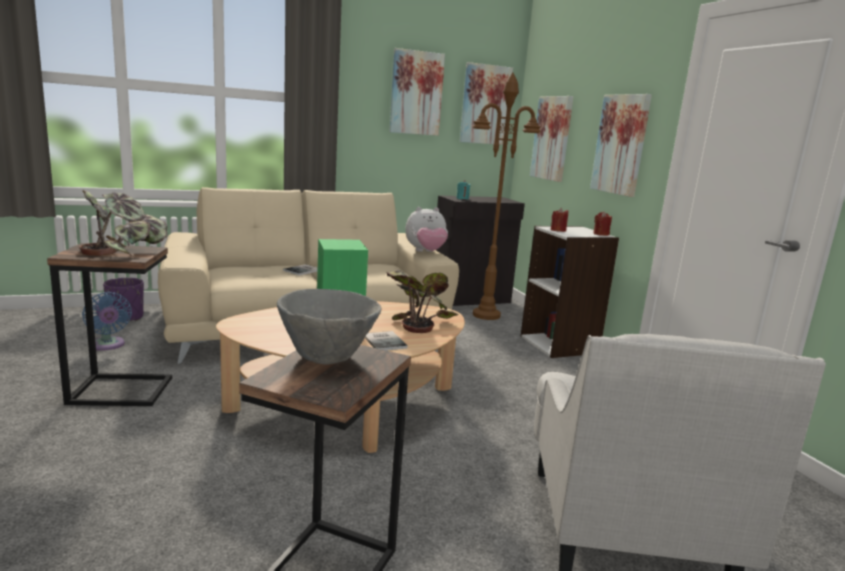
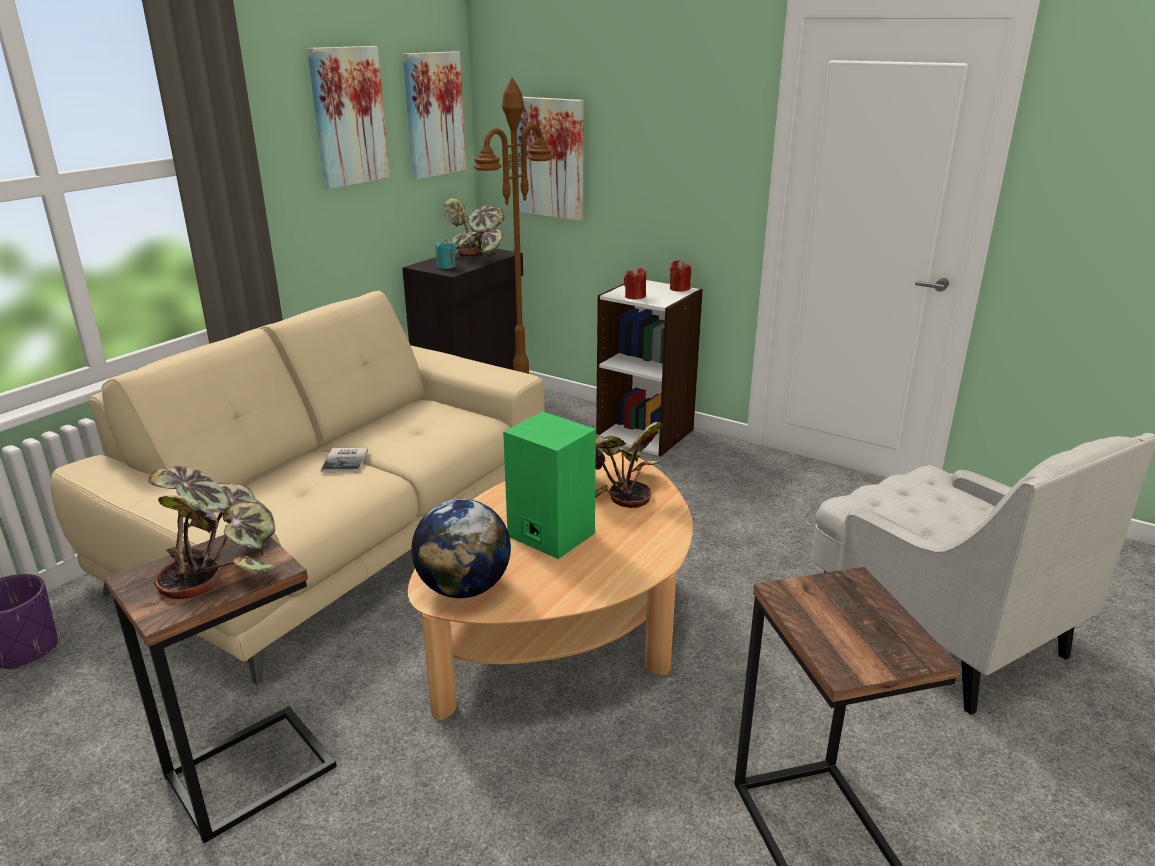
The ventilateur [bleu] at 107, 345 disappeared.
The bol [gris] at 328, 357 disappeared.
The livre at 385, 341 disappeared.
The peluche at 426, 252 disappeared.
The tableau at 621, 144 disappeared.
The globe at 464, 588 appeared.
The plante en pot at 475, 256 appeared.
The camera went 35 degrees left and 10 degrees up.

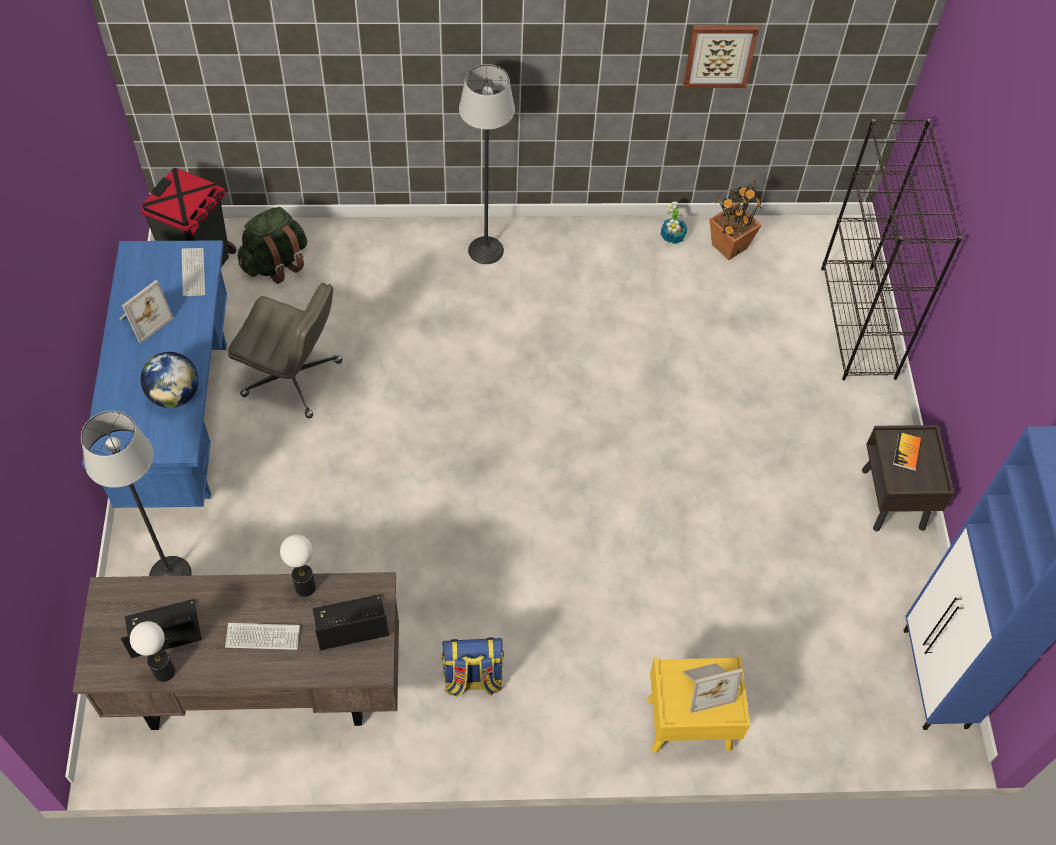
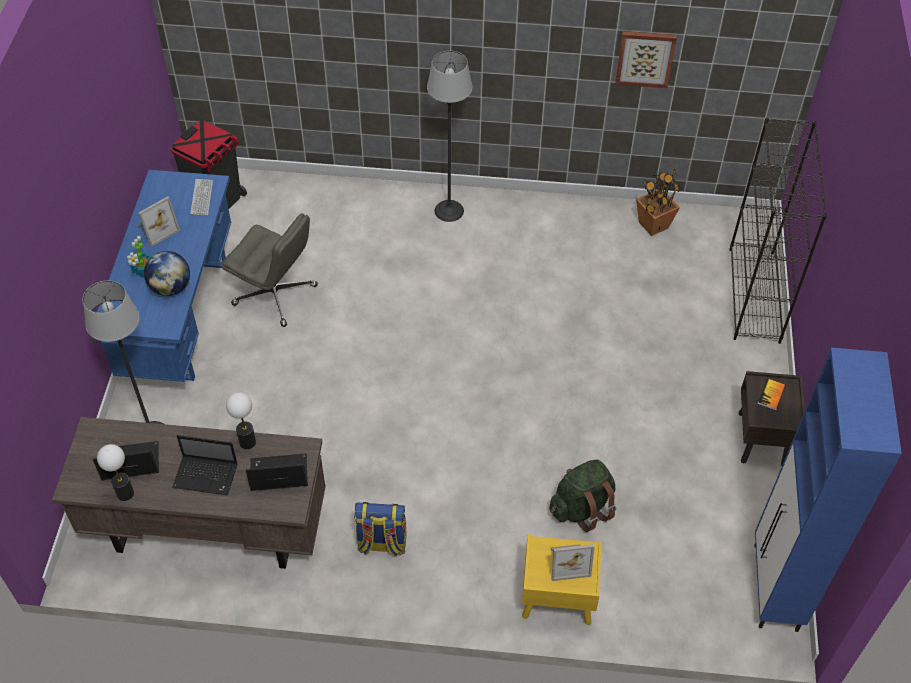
The clavier at 262, 637 was replaced by the ordinateur portable at 207, 476.
The sac à dos [vert] moved from 276, 263 to 582, 508.
The plante en pot moved from 672, 236 to 143, 270.
The camera went 10 degrees right and 5 degrees down.

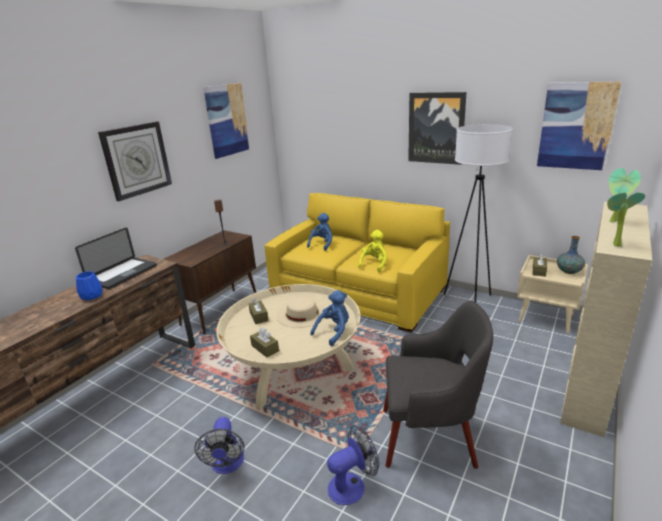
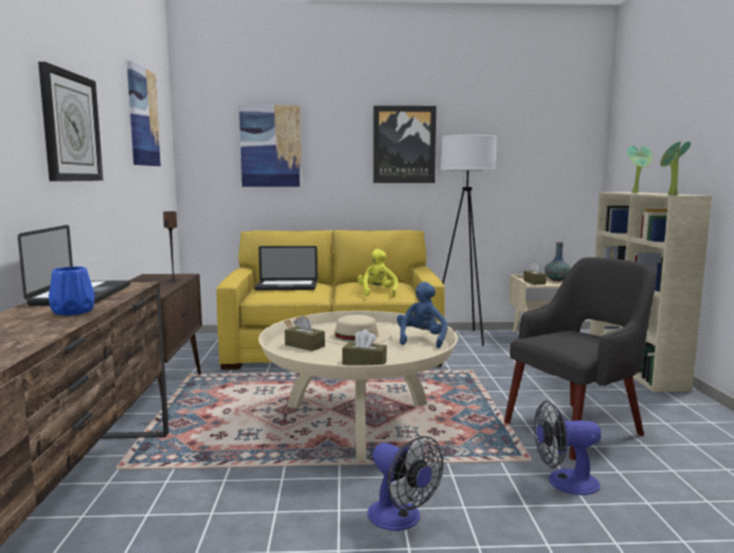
The peluche [bleu] at 322, 244 was replaced by the ordinateur portable at 286, 286.
The ventilateur at 352, 485 turned 120 degrees counterclockwise.
The tableau moved from 576, 126 to 270, 146.
The camera went 35 degrees left and 15 degrees down.

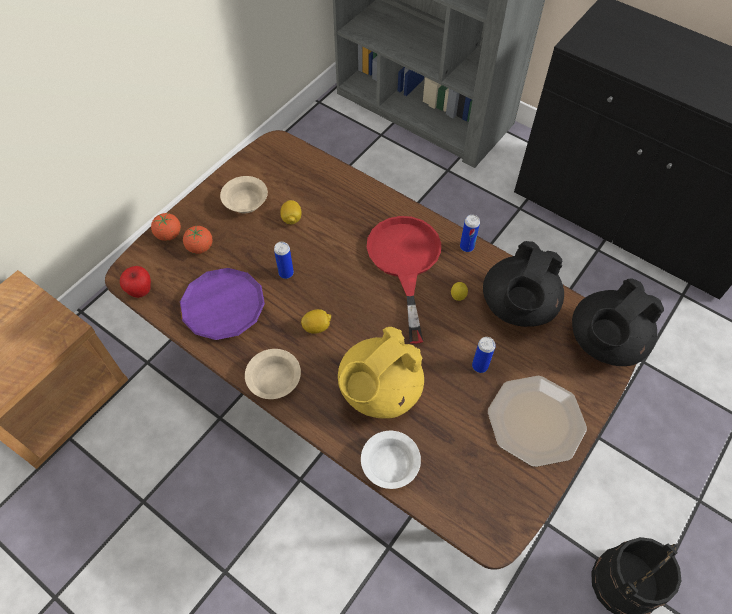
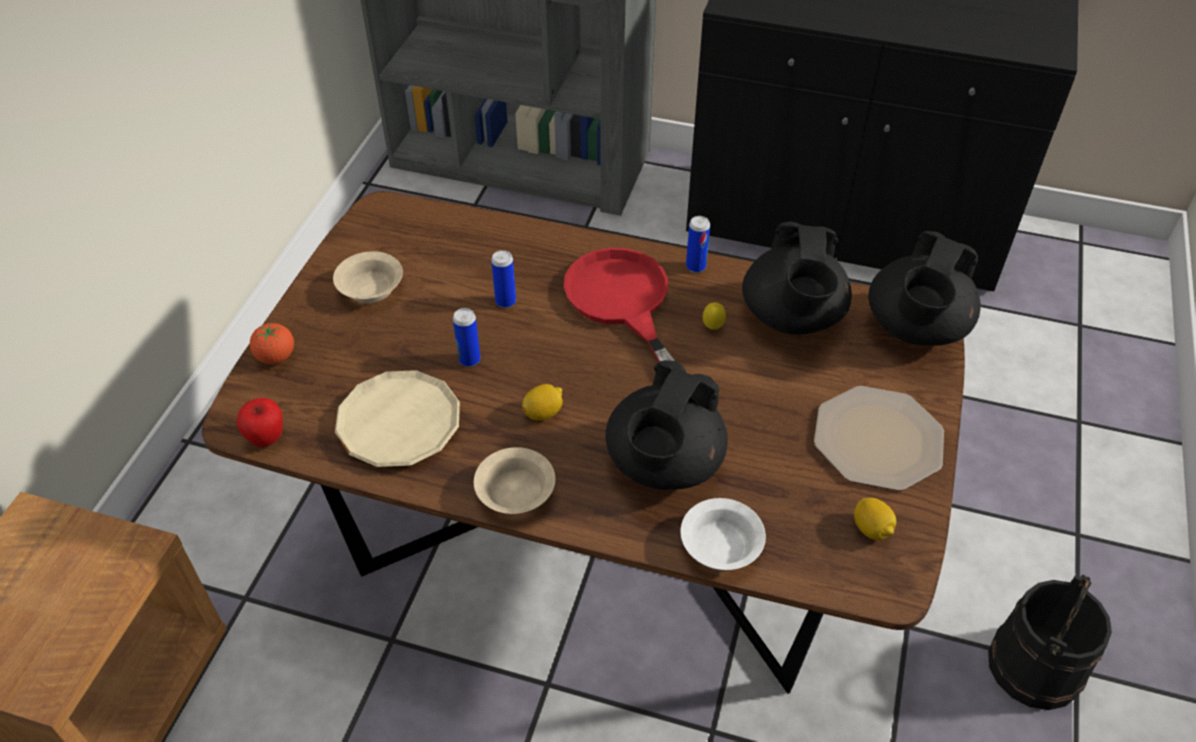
The assiette [violet] at 223, 306 became the assiette [beige] at 399, 424.
The tomate at 200, 247 disappeared.
The citron moved from 291, 219 to 871, 529.
The théière [jaune] at 379, 390 became the théière [noir] at 663, 464.
The boîte métallique moved from 480, 366 to 505, 301.
The camera went 20 degrees left and 10 degrees down.

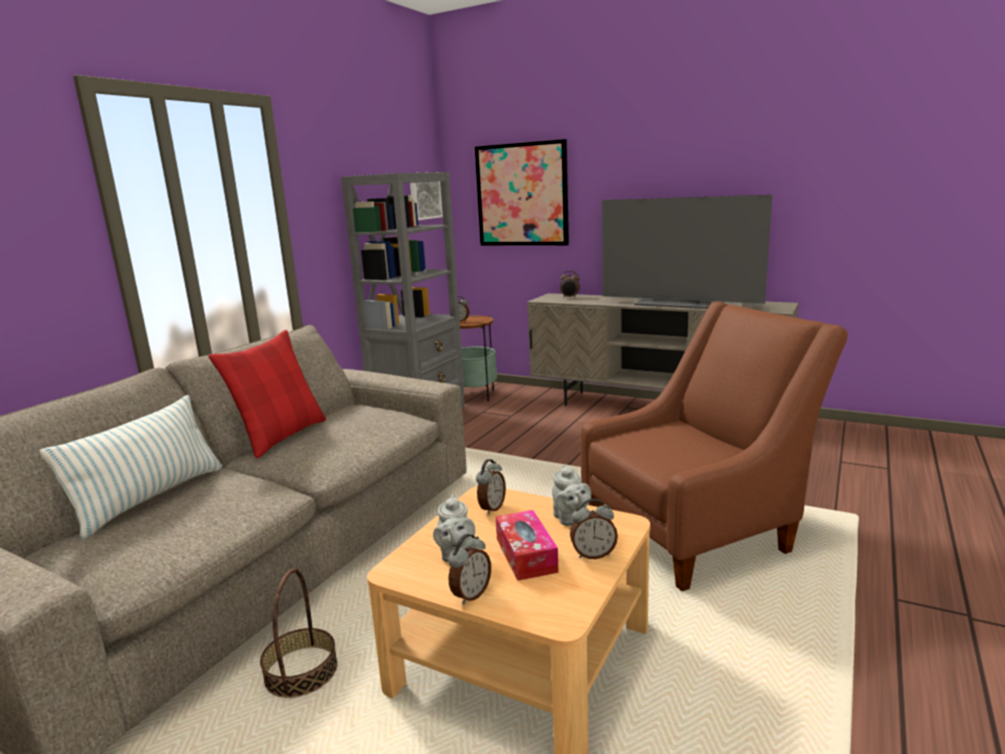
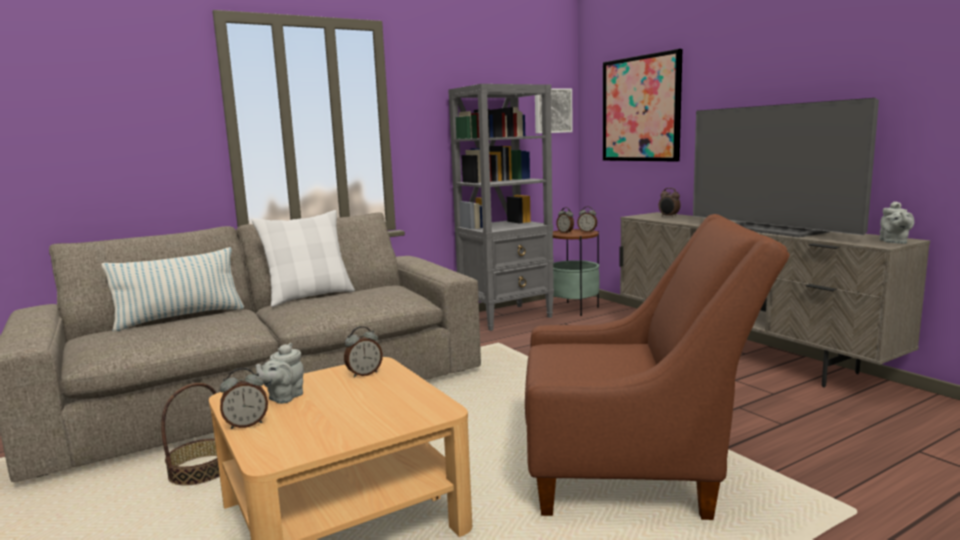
The coussin [rouge] at 281, 436 became the coussin [blanc] at 309, 296.
The boîte à mouchoirs at 526, 555 disappeared.
The théière [gris] moved from 571, 520 to 894, 242.
The réveil moved from 593, 554 to 587, 231.
The camera went 30 degrees right and 5 degrees down.

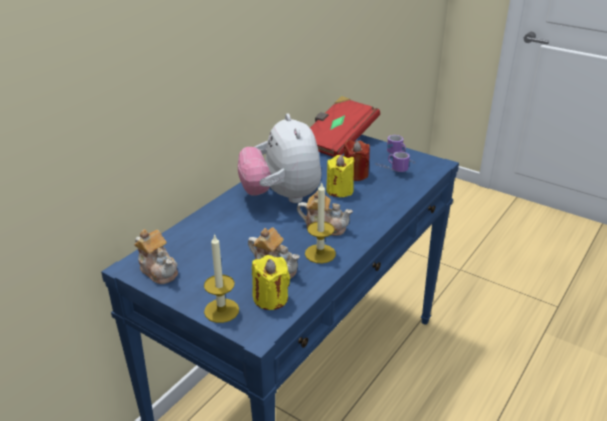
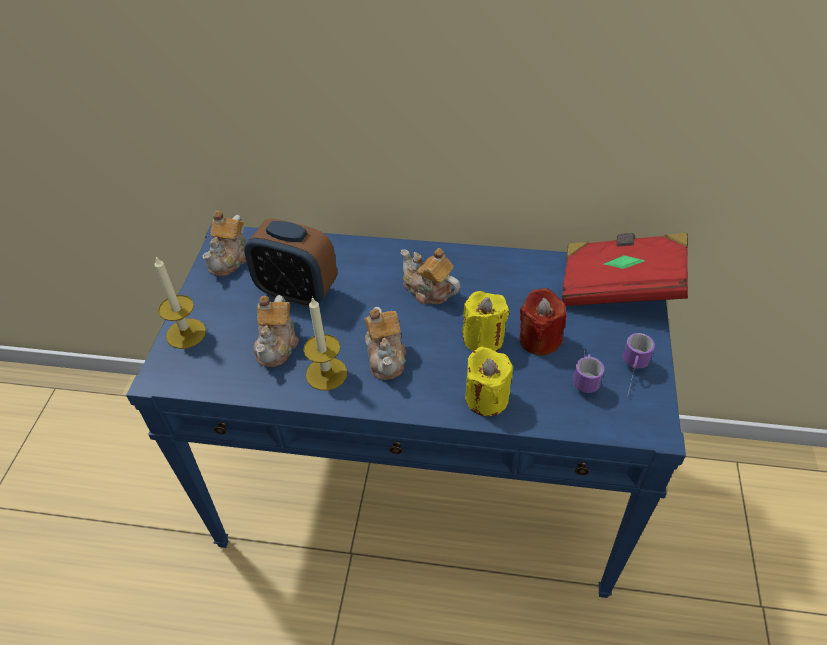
The peluche at 281, 197 was replaced by the théière at 428, 290.
The bougie [jaune] moved from 270, 298 to 486, 398.
The réveil at 297, 292 appeared.
The camera went 65 degrees right and 15 degrees up.

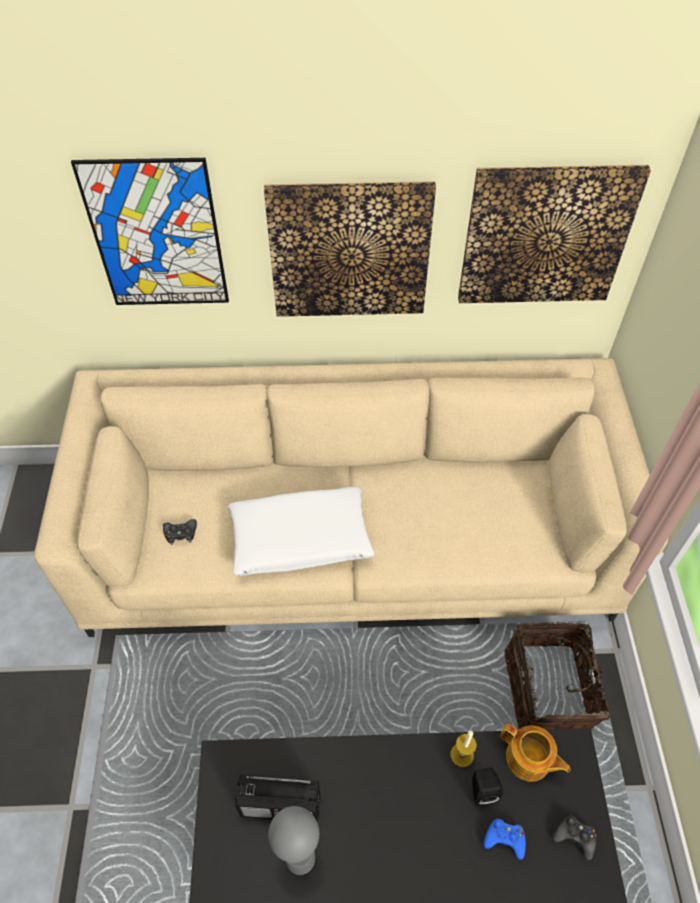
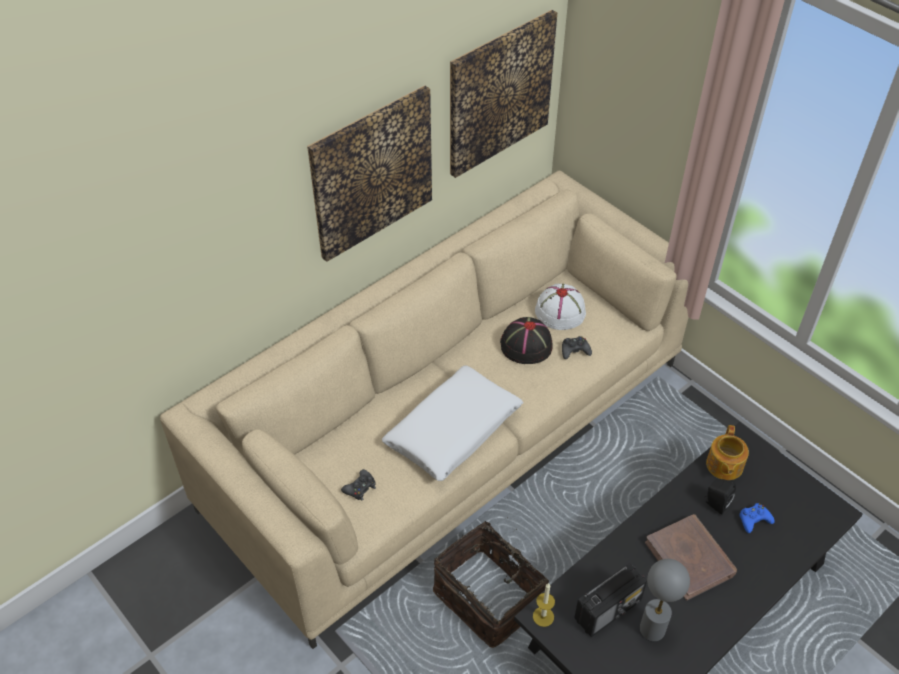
The tableau at 157, 236 disappeared.
The bougie moved from 462, 755 to 543, 616.
The théière at 529, 759 turned 105 degrees clockwise.
The panier moved from 550, 690 to 489, 596.
The manette [noir] moved from 575, 837 to 575, 350.
The chapeau [noir] at 526, 345 appeared.
The chapeau [blanc] at 560, 311 appeared.
The livre [marron] at 690, 558 appeared.
The camera went 40 degrees left and 5 degrees down.

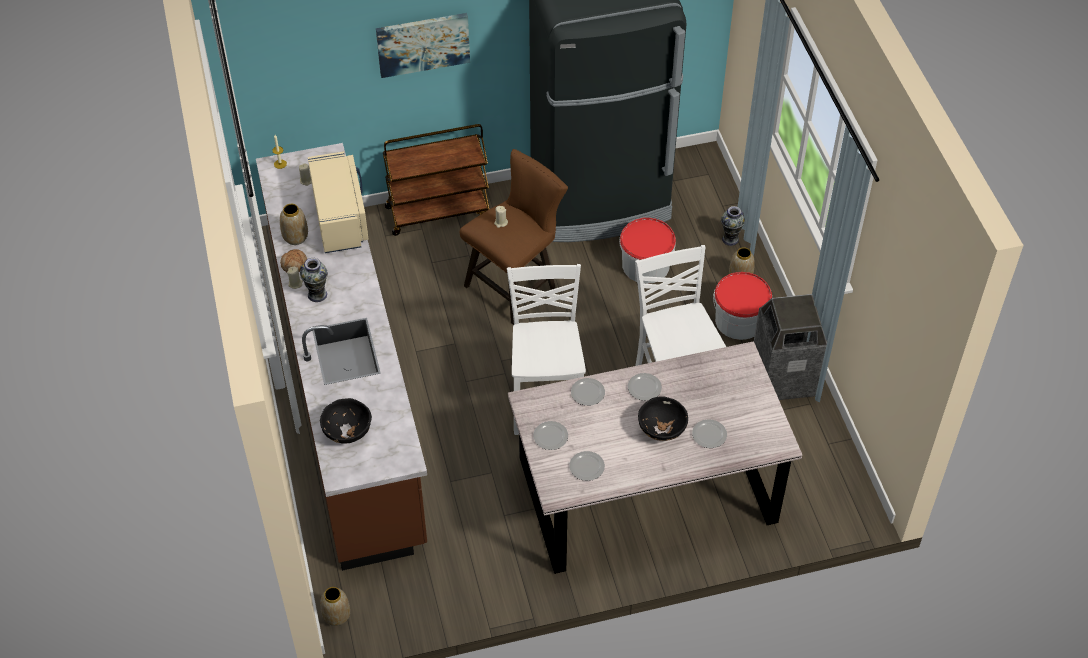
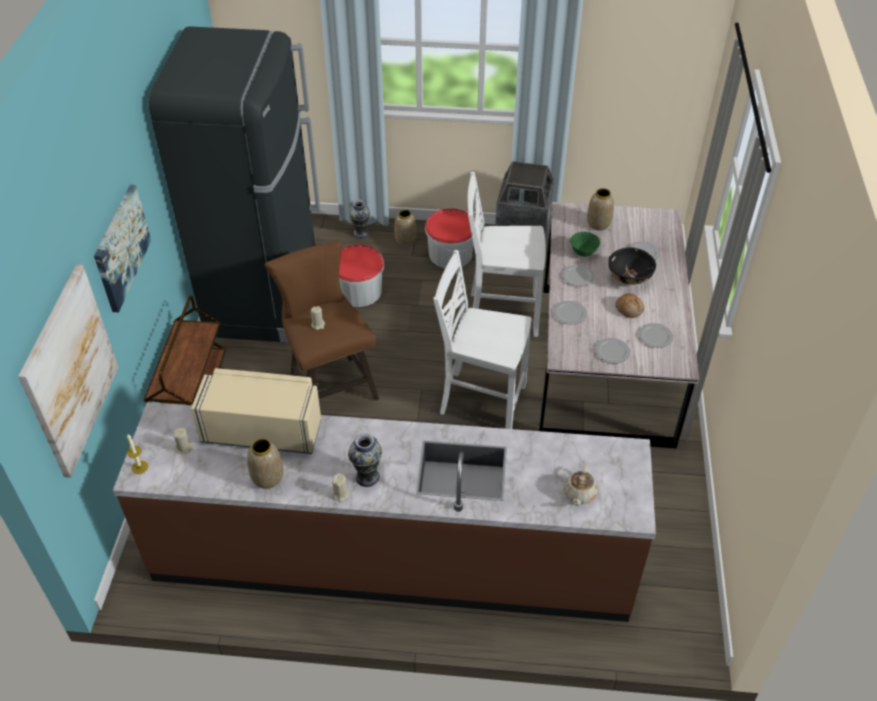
The pain moved from 294, 264 to 629, 309.
The bol [noir] at 347, 432 was replaced by the théière [beige] at 579, 494.
The vase moved from 336, 616 to 598, 224.
The tableau at 69, 371 appeared.
The bol [vert] at 583, 252 appeared.
The camera went 70 degrees left and 5 degrees down.

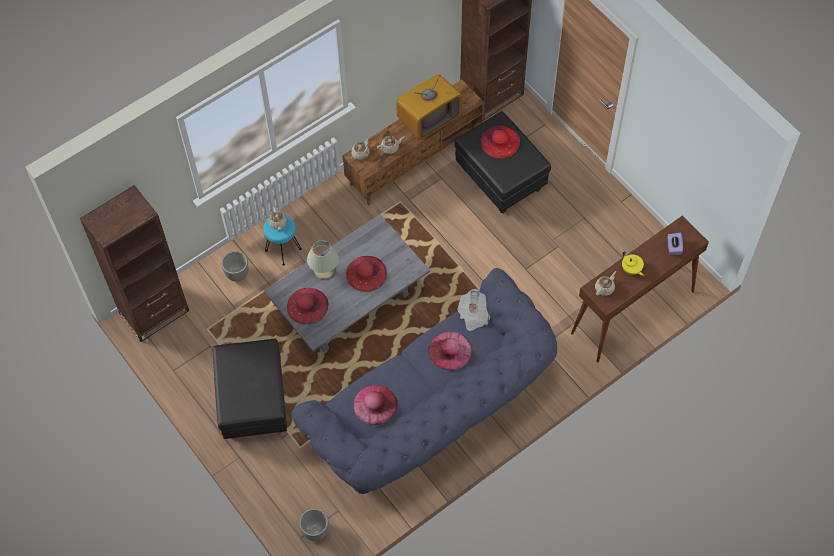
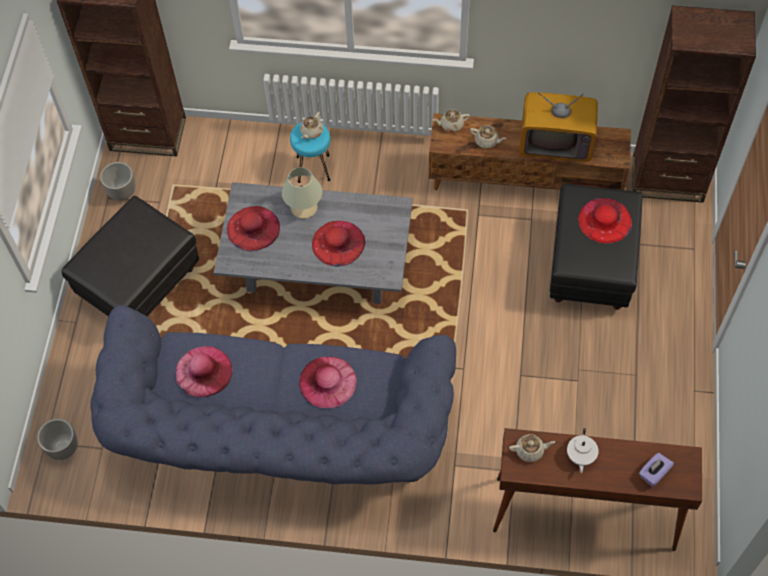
The cache-pot moved from 237, 274 to 122, 193.
The journal at 474, 315 disappeared.
The théière [jaune] at 631, 269 became the théière [blanc] at 580, 456.
The camera went 45 degrees right and 0 degrees up.

